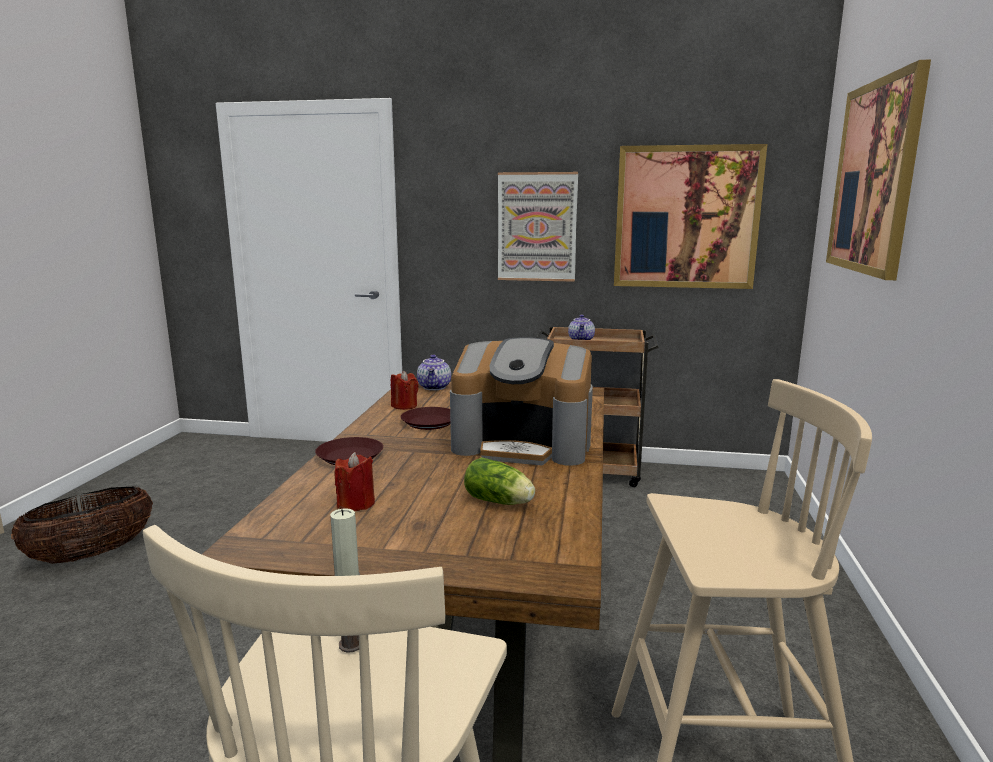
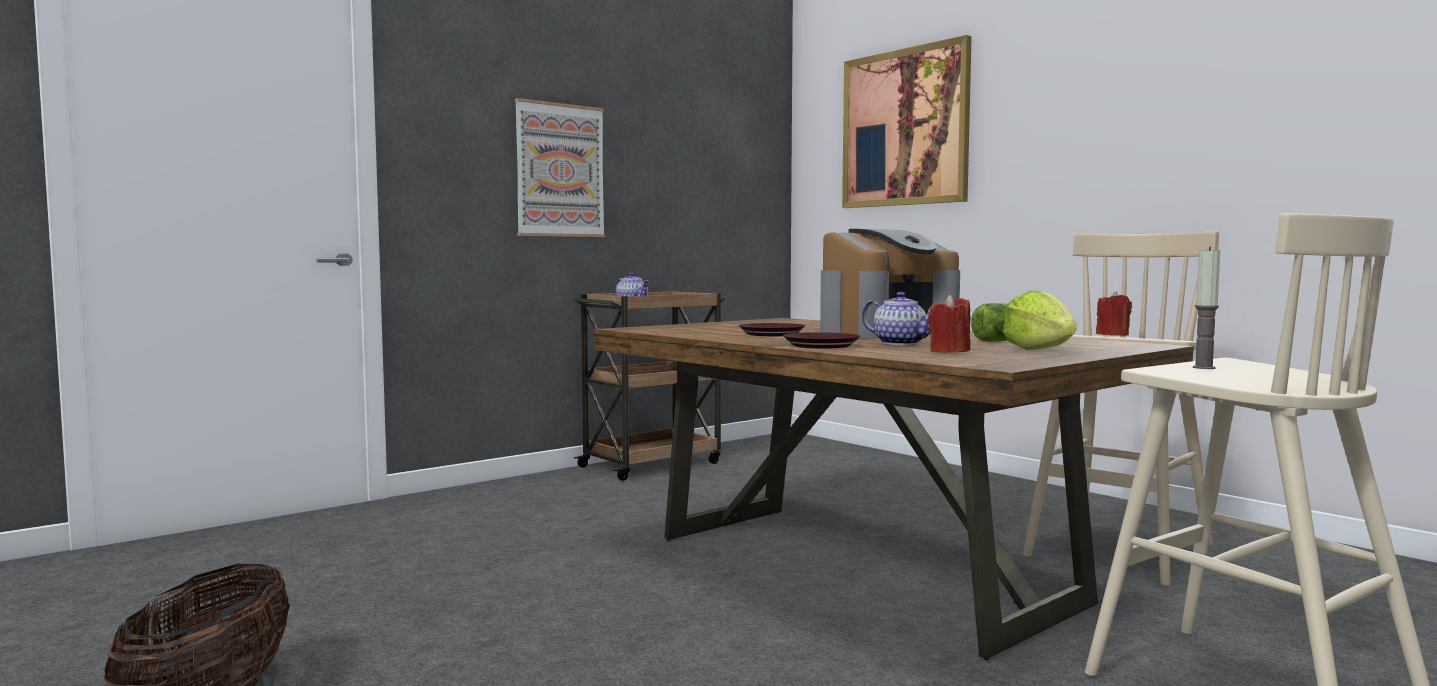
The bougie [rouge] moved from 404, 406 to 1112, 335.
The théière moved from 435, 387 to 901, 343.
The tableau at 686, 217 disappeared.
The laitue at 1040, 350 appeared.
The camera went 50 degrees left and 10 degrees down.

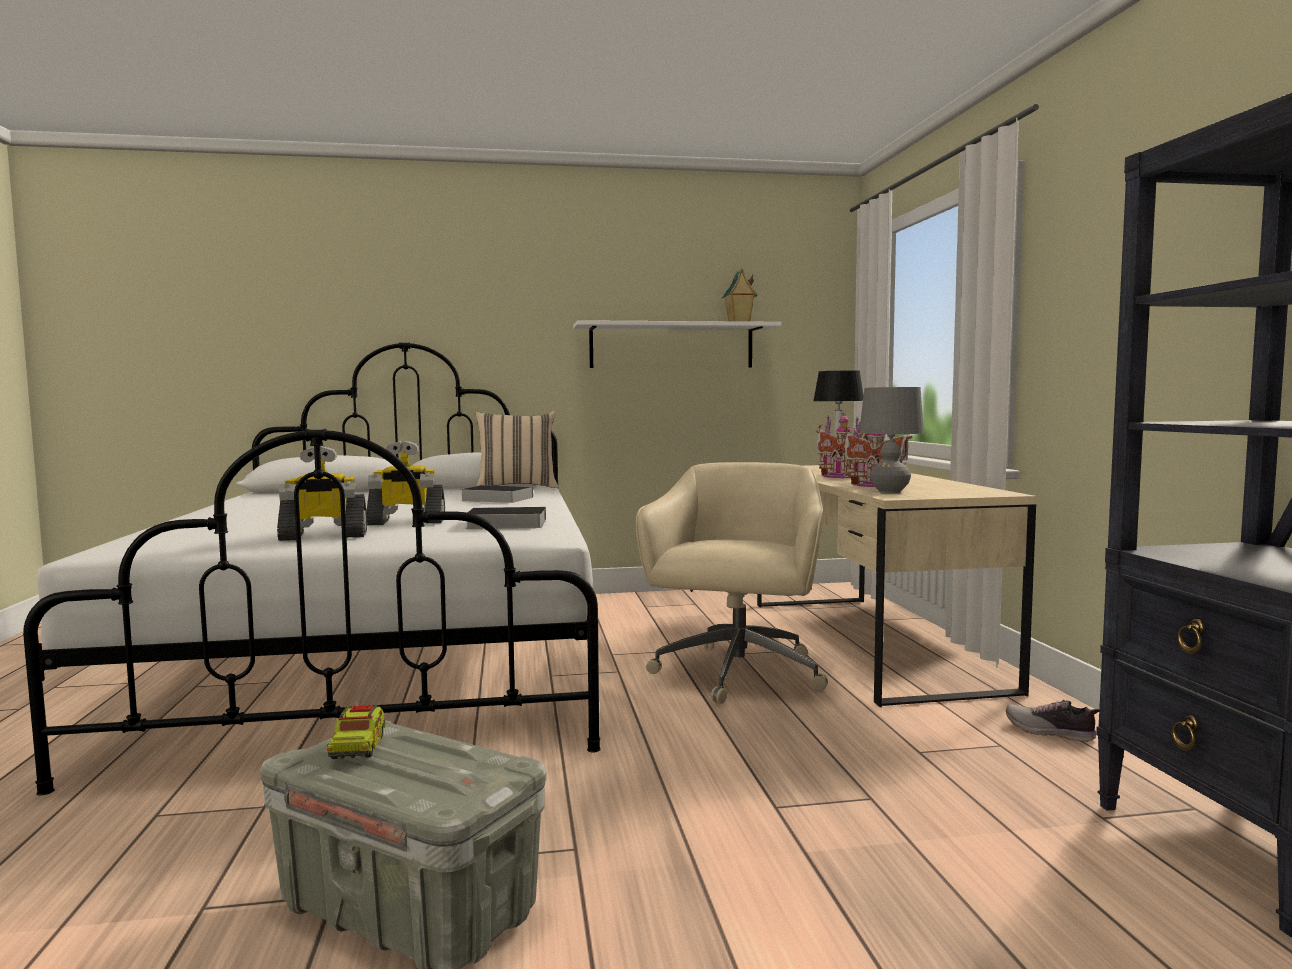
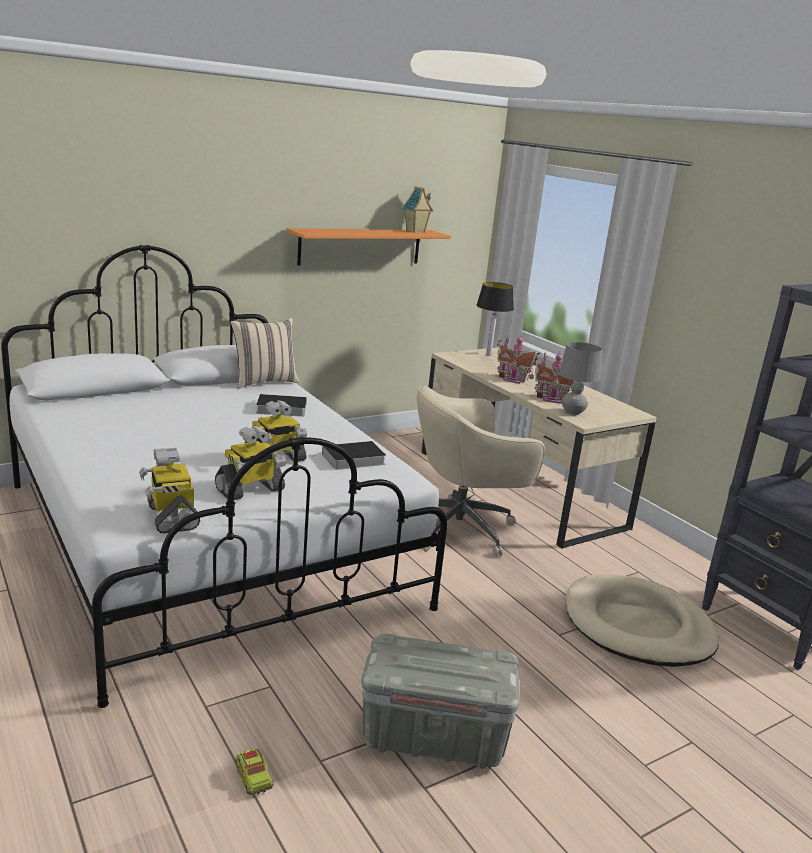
The camion jouet moved from 358, 747 to 253, 778.
The étagère [blanc] at 671, 346 became the étagère [orange] at 360, 246.
The chaise de bureau [beige] at 737, 674 turned 105 degrees counterclockwise.
The chaussure at 1050, 732 disappeared.
The robot jouet at 171, 517 appeared.
The panier pour chien [beige] at 637, 626 appeared.
The camera went 25 degrees left and 15 degrees up.

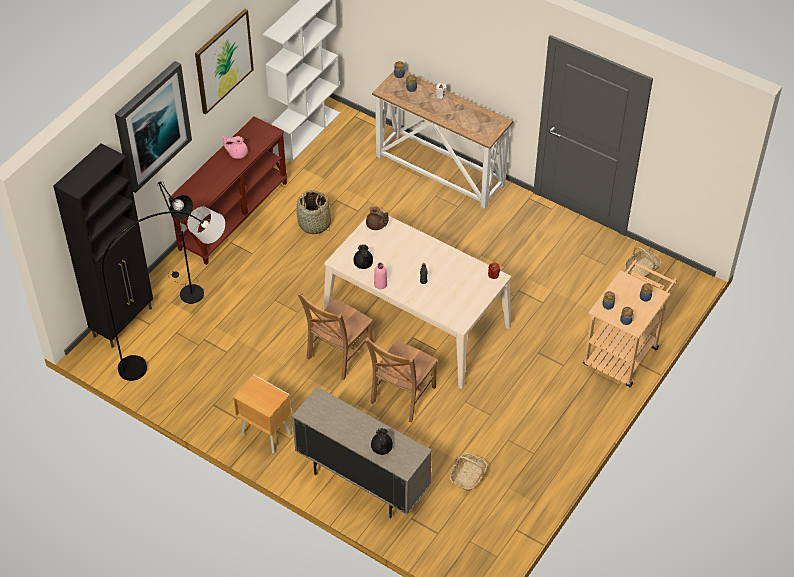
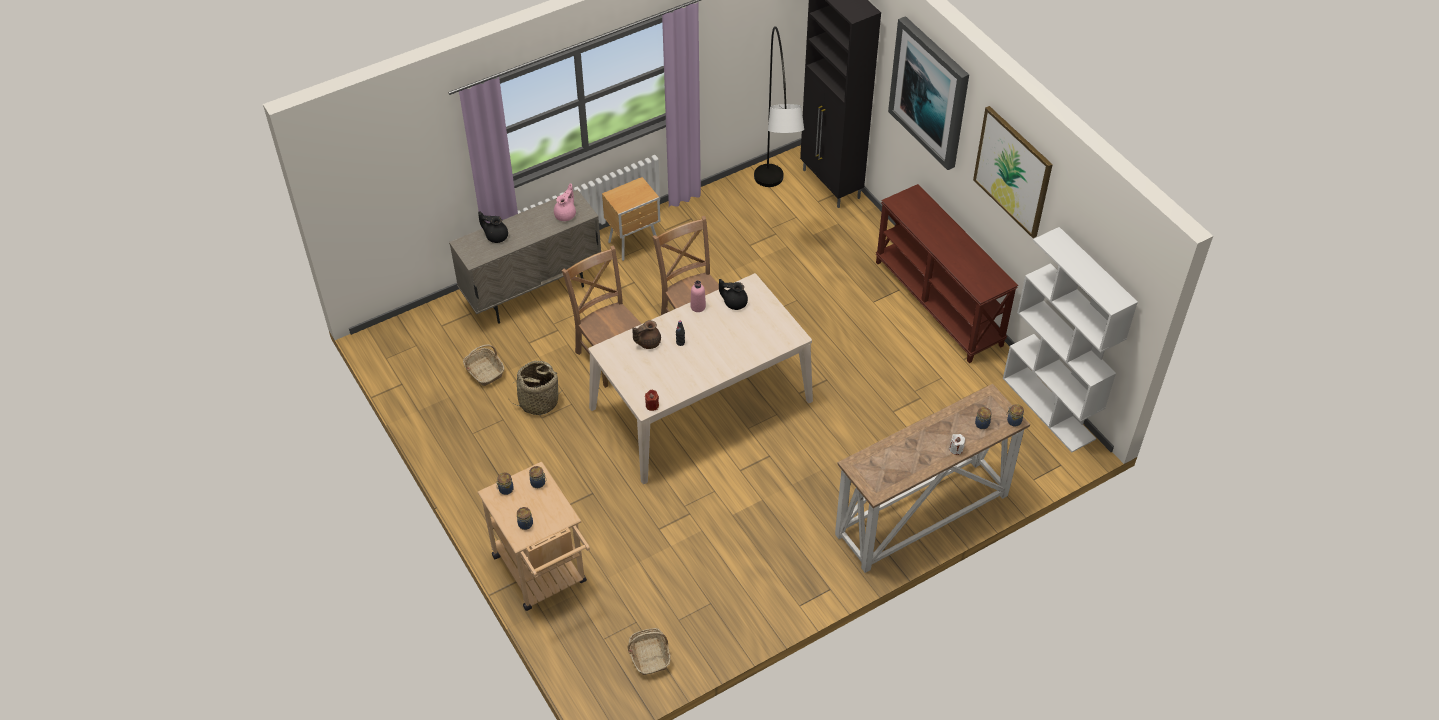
The lampadaire [noir] at 188, 291 disappeared.
The théière [rose] moved from 237, 153 to 566, 214.
The panier moved from 314, 224 to 538, 401.
The théière [marron] moved from 376, 225 to 647, 342.
The camera went 115 degrees right and 0 degrees up.

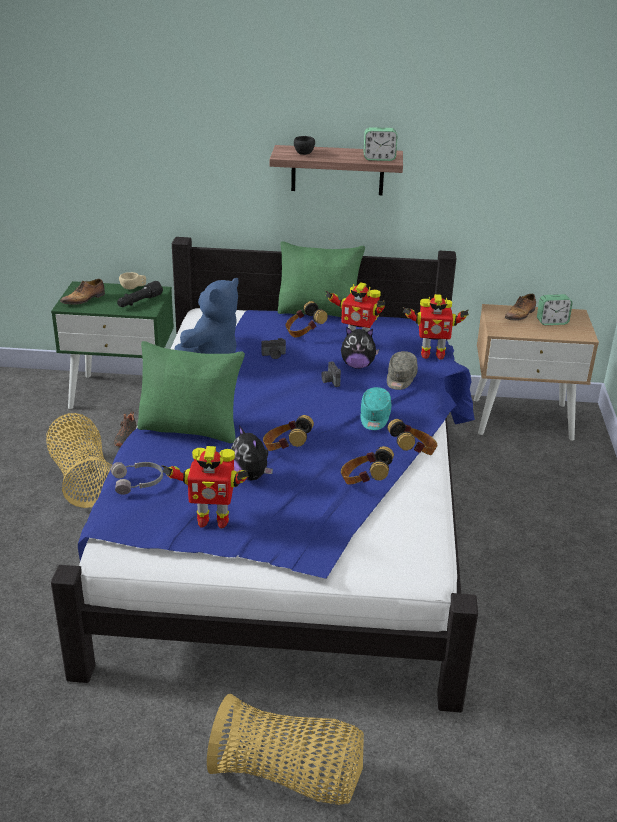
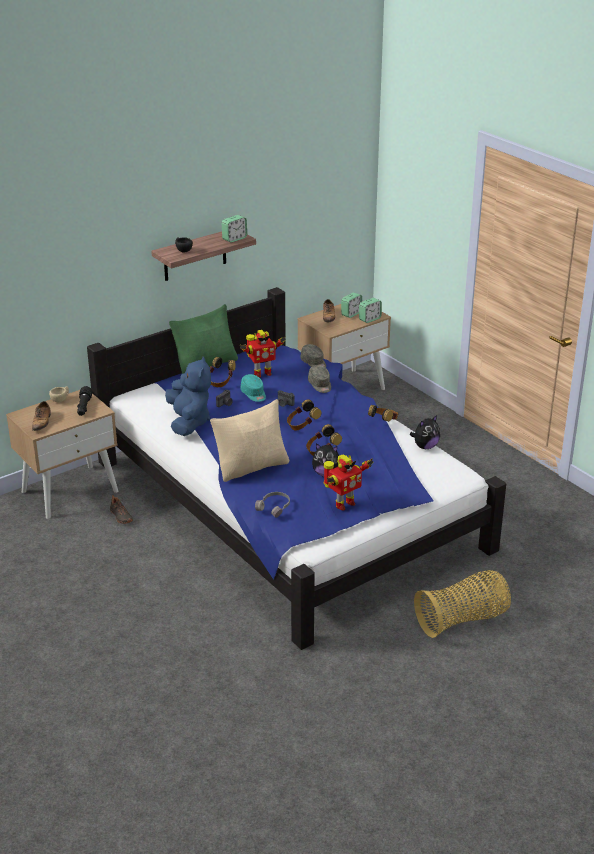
The panier at 82, 478 disappeared.
The table de chevet [vert] at 122, 394 became the table de chevet [beige] at 70, 491.
The coussin [vert] at 191, 429 became the coussin [beige] at 252, 467.
The peluche moved from 357, 365 to 425, 446.
The casque audio moved from 364, 482 to 302, 426.
The casquette [turquoise] moved from 374, 417 to 254, 394.
The robot jouet at 431, 354 was replaced by the casquette [gris] at 314, 363.
The réveil at 370, 319 appeared.
The camera went 40 degrees left and 0 degrees up.

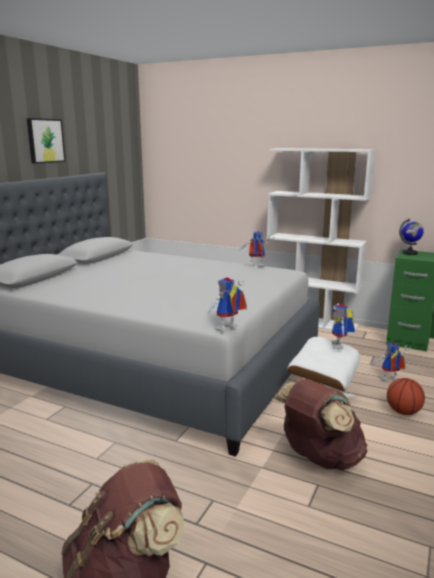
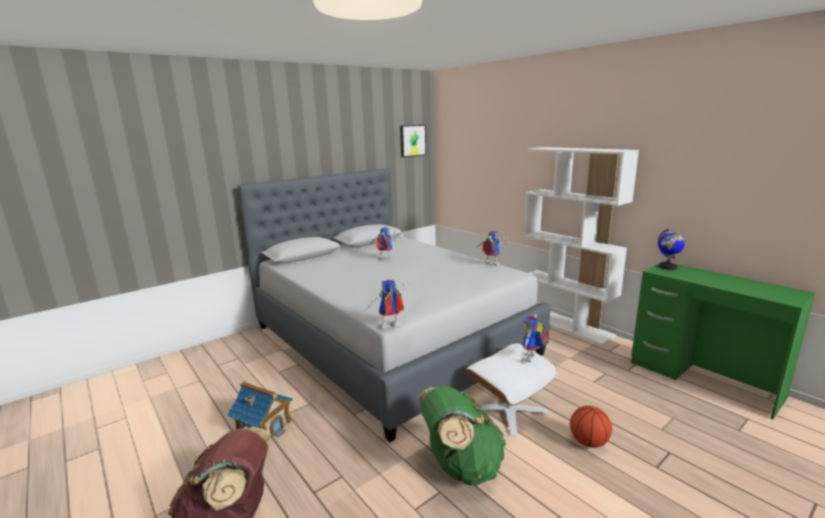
The tableau moved from 45, 140 to 412, 140.
The sac à dos [marron] at 319, 458 became the sac à dos [vert] at 461, 466.
The robot jouet moved from 389, 380 to 383, 259.
The maison miniature at 264, 426 appeared.
The camera went 25 degrees right and 0 degrees up.

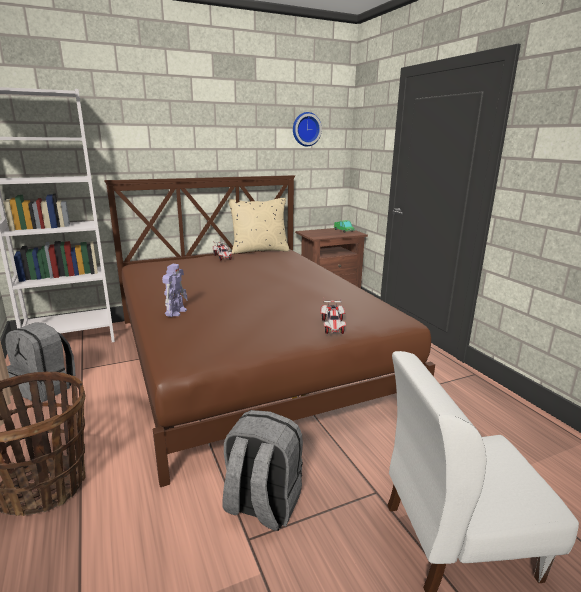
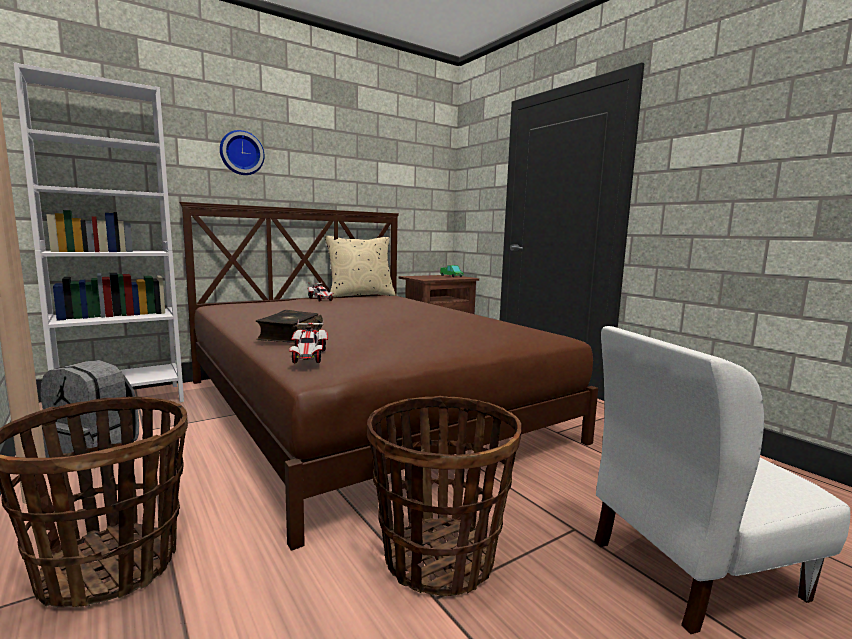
The robot jouet at 176, 312 was replaced by the livre at 289, 335.
The sac à dos [gris] at 262, 505 was replaced by the panier at 438, 557.
The horloge murale moved from 306, 129 to 241, 153.
The petite voiture moved from 333, 326 to 309, 356.
The camera went 10 degrees left and 10 degrees down.

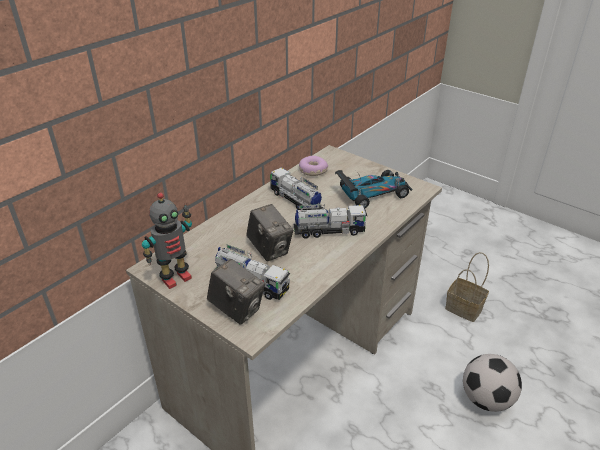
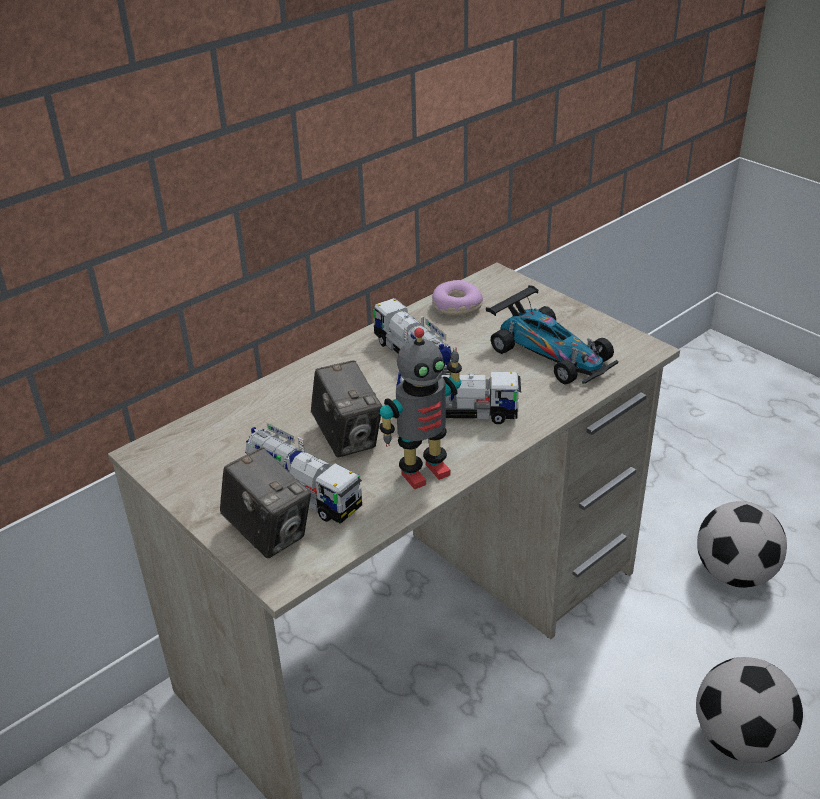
The robot jouet moved from 175, 278 to 423, 472.
The petite voiture at 372, 193 turned 60 degrees clockwise.
The panier at 465, 308 was replaced by the ballon de foot at 734, 574.
The camera went 10 degrees right and 0 degrees up.

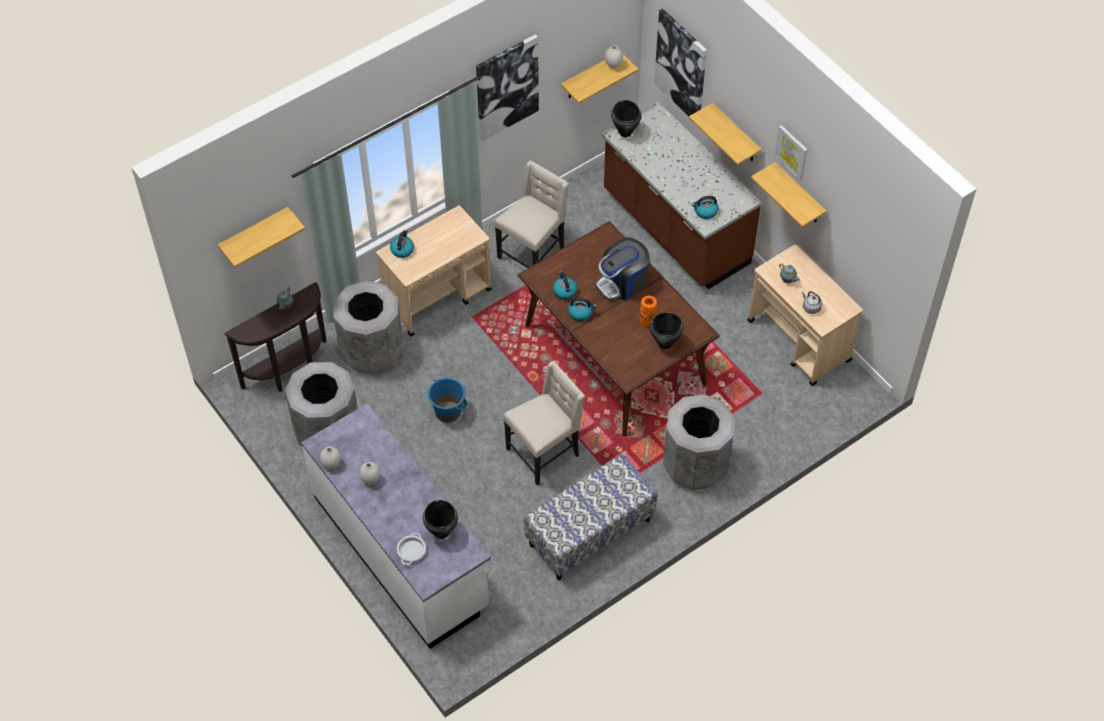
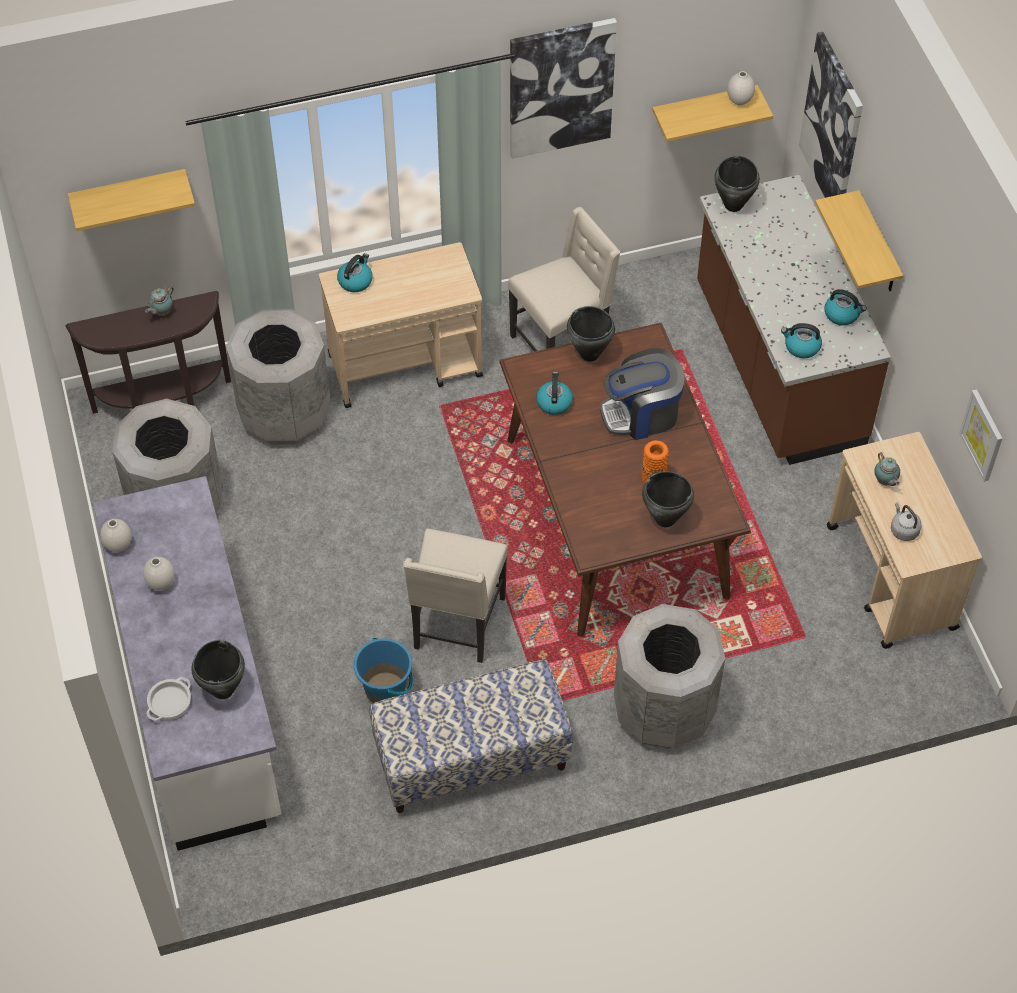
The seau [bleu] moved from 448, 411 to 386, 689.
The chaise [beige] at 544, 452 turned 120 degrees clockwise.
The bouilloire moved from 580, 312 to 842, 314.
The étagère at 799, 195 disappeared.
The tableau moved from 792, 152 to 982, 435.
The marmite [noir] at 589, 354 appeared.
The camera went 20 degrees right and 0 degrees up.

